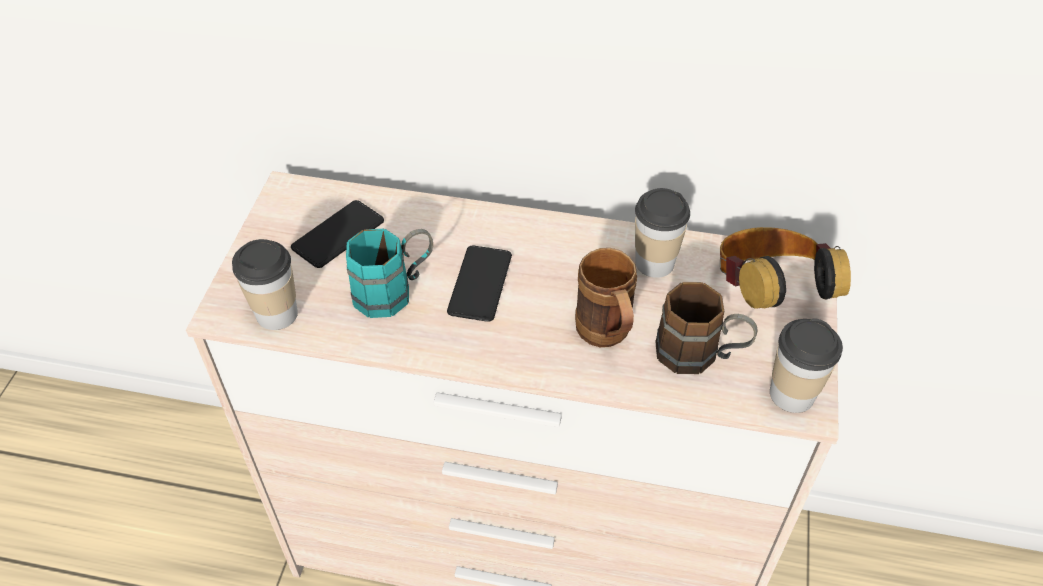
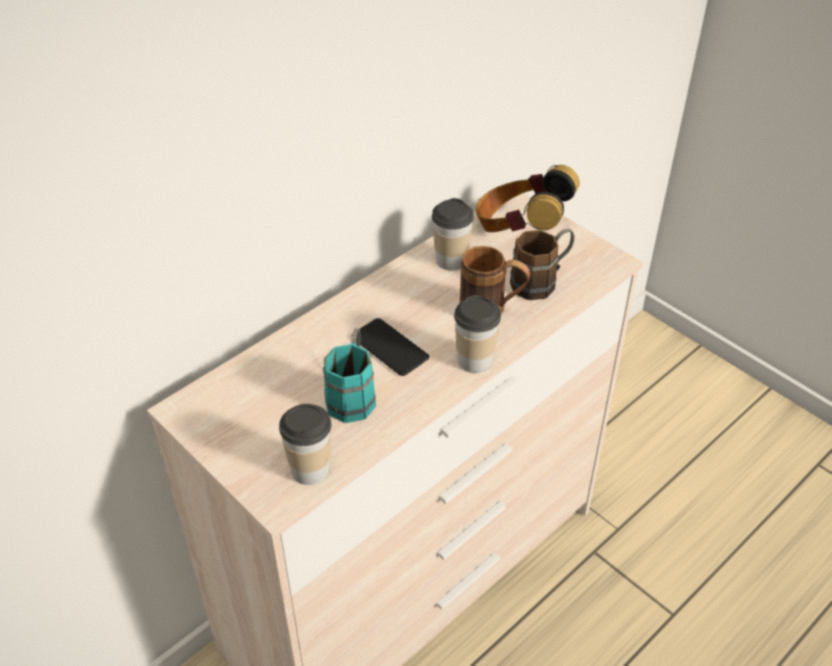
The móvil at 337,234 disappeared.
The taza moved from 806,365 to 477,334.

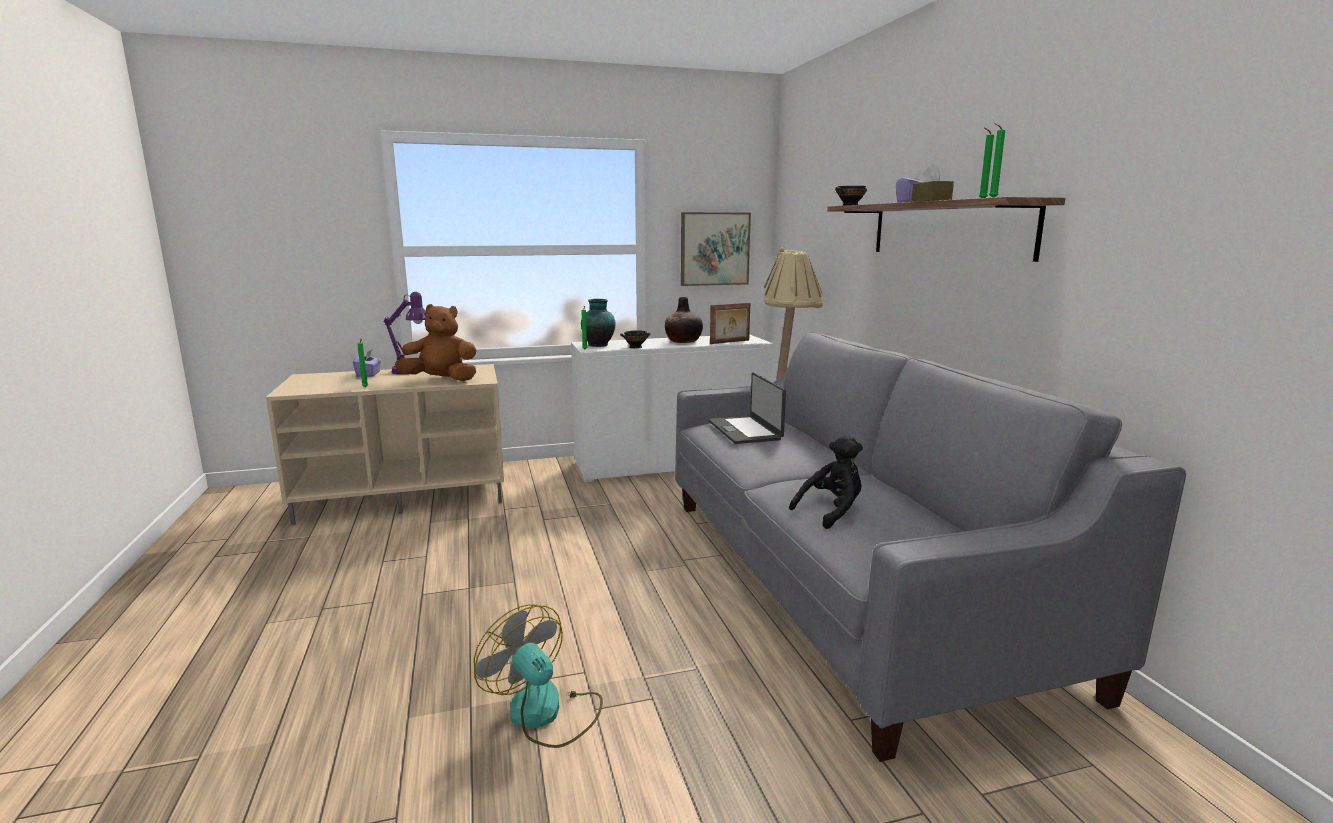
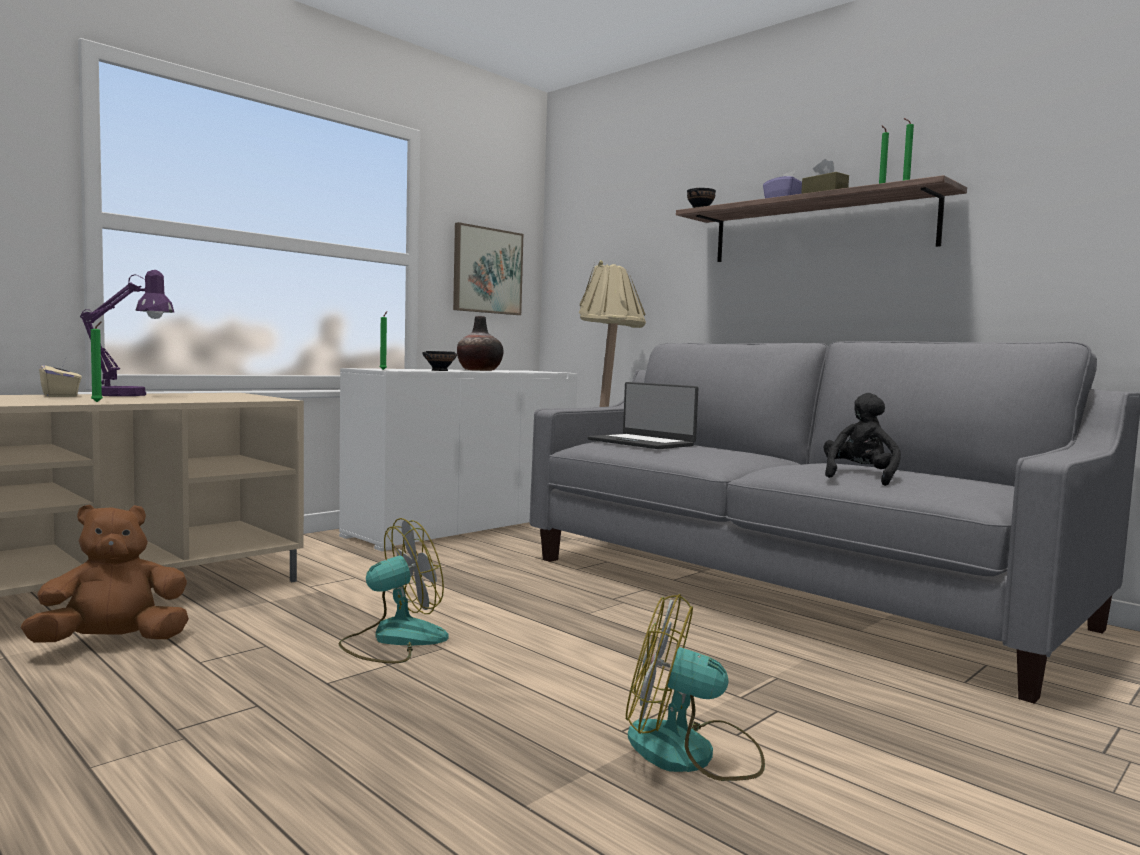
The florero at 598,323 disappeared.
The portarretratos at 730,323 disappeared.
The peluche [marrón] moved from 436,342 to 105,574.
The caja de pañuelos [morado] at 367,363 became the caja de pañuelos [beis] at 60,377.
The ventilador at 393,590 appeared.

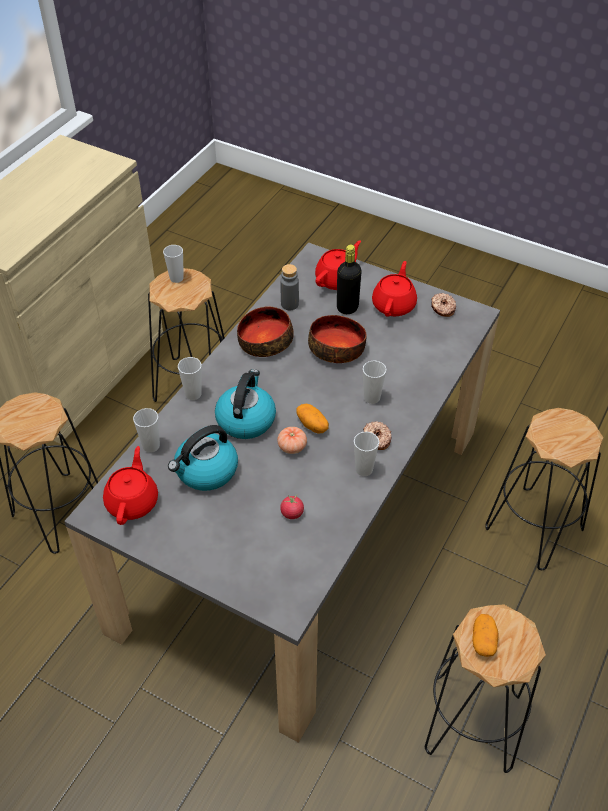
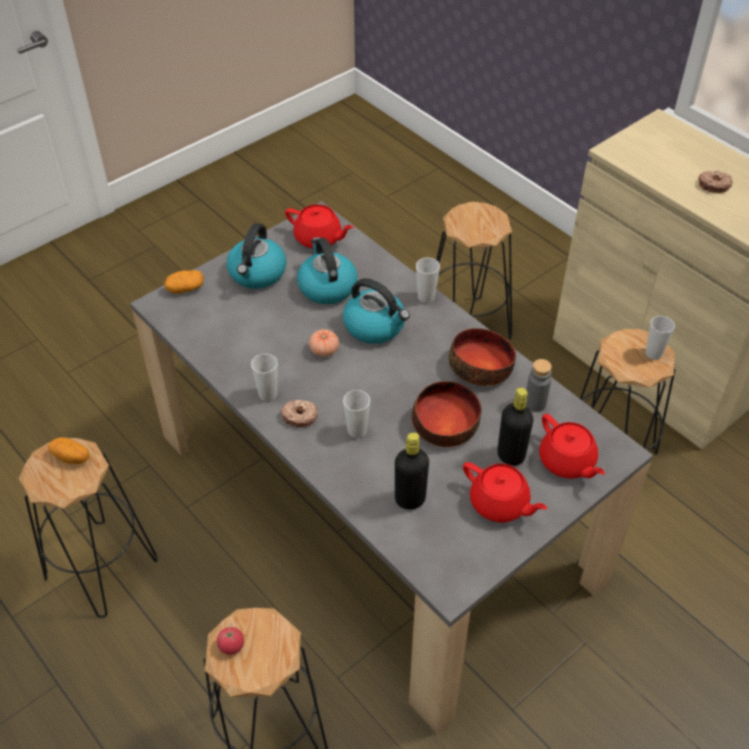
The rosquilla moved from 443,305 to 715,181.
The patata moved from 313,419 to 184,282.
The taza at 146,430 disappeared.
The tomate moved from 292,507 to 230,639.
The hervidor at 256,256 appeared.
The botella [negro] at 412,471 appeared.

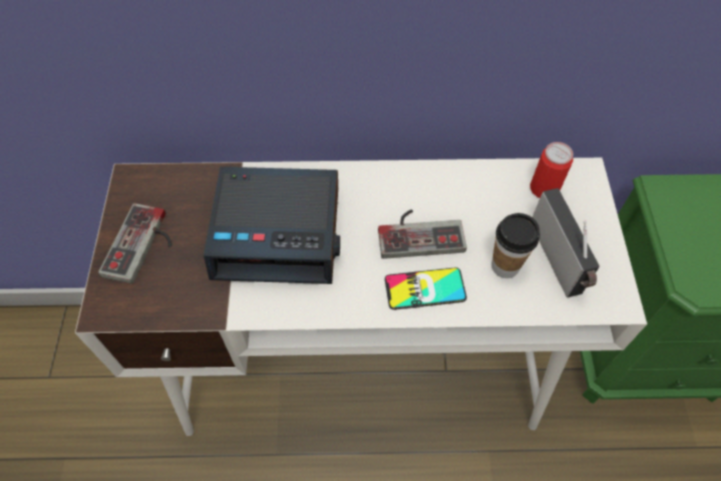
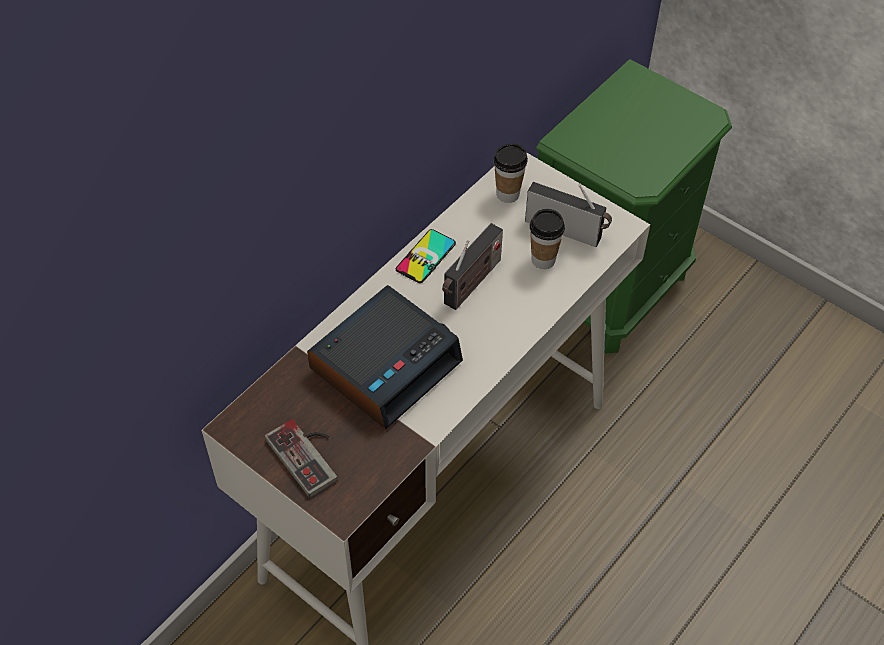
The lata at 551,170 was replaced by the taza at 511,173.
The mando de consola at 422,234 was replaced by the radio at 472,266.
The móvil moved from 426,288 to 426,256.

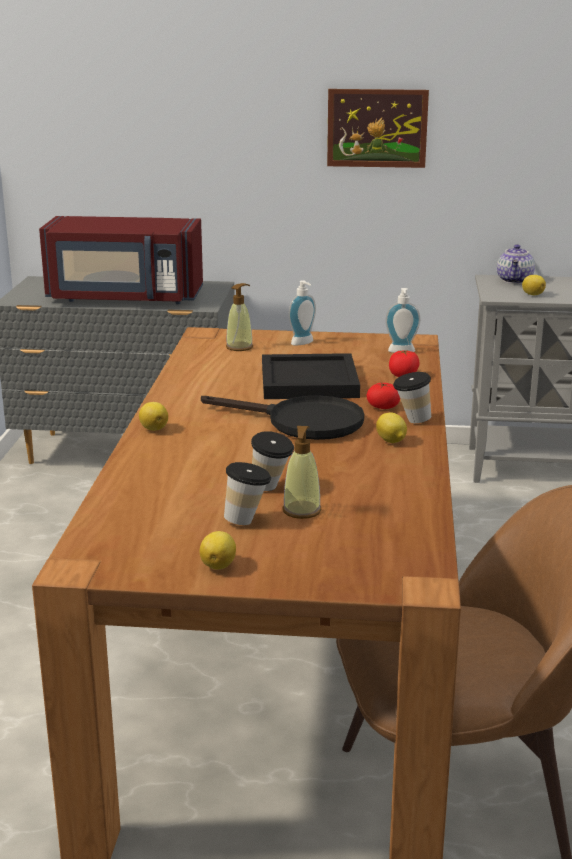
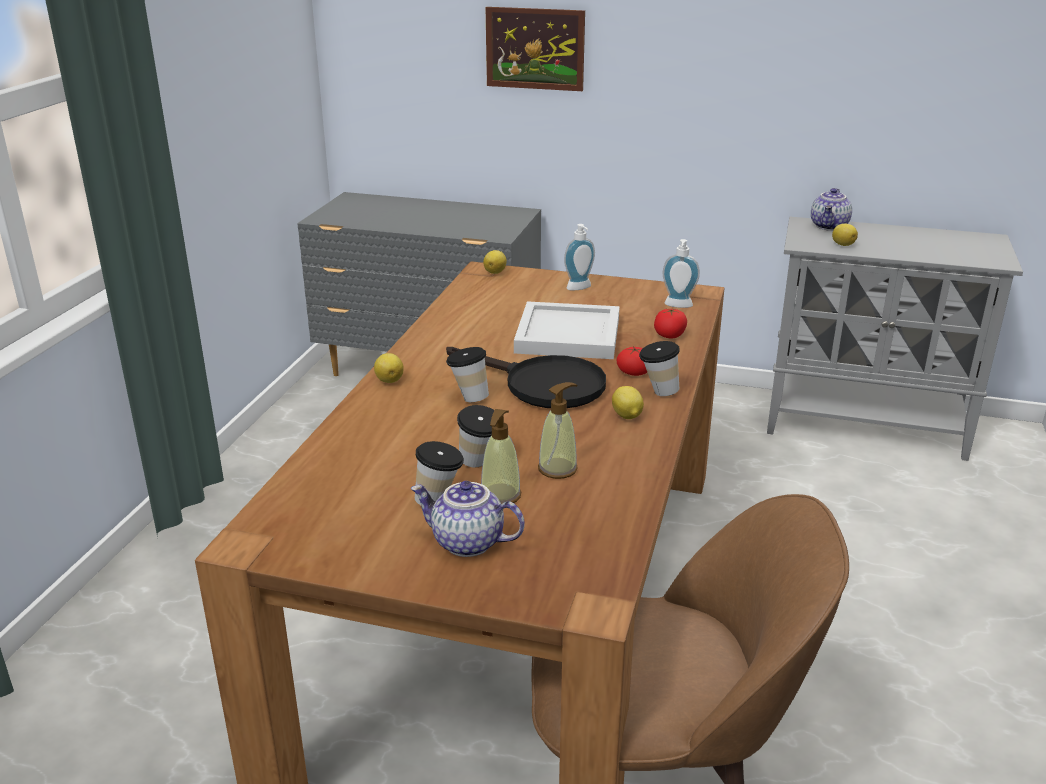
The cuadro moved from 378,128 to 535,49.
The microondas [rojo] at 121,260 disappeared.
The dispensador de jabón moved from 239,317 to 558,430.
The bandeja [negro] at 311,376 became the bandeja [blanco] at 567,330.
The limón moved from 217,550 to 495,262.
The taza at 467,374 appeared.
The tetera at 468,519 appeared.

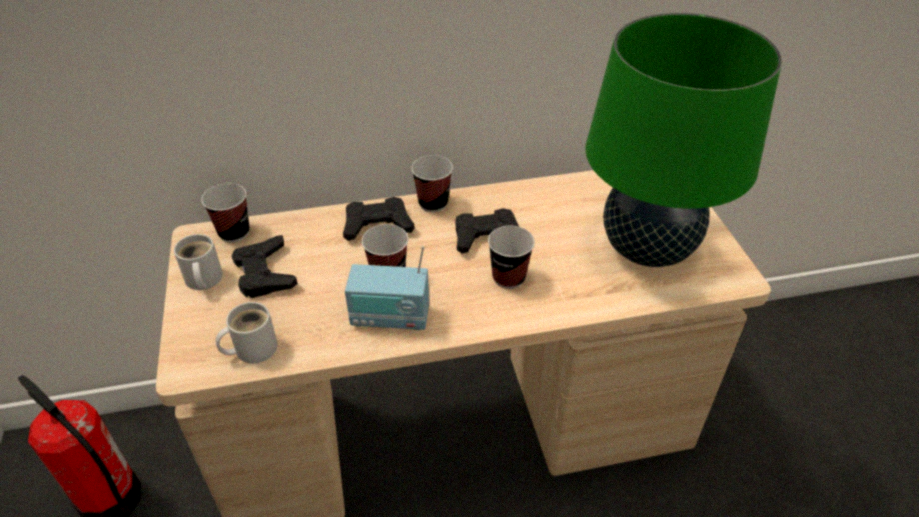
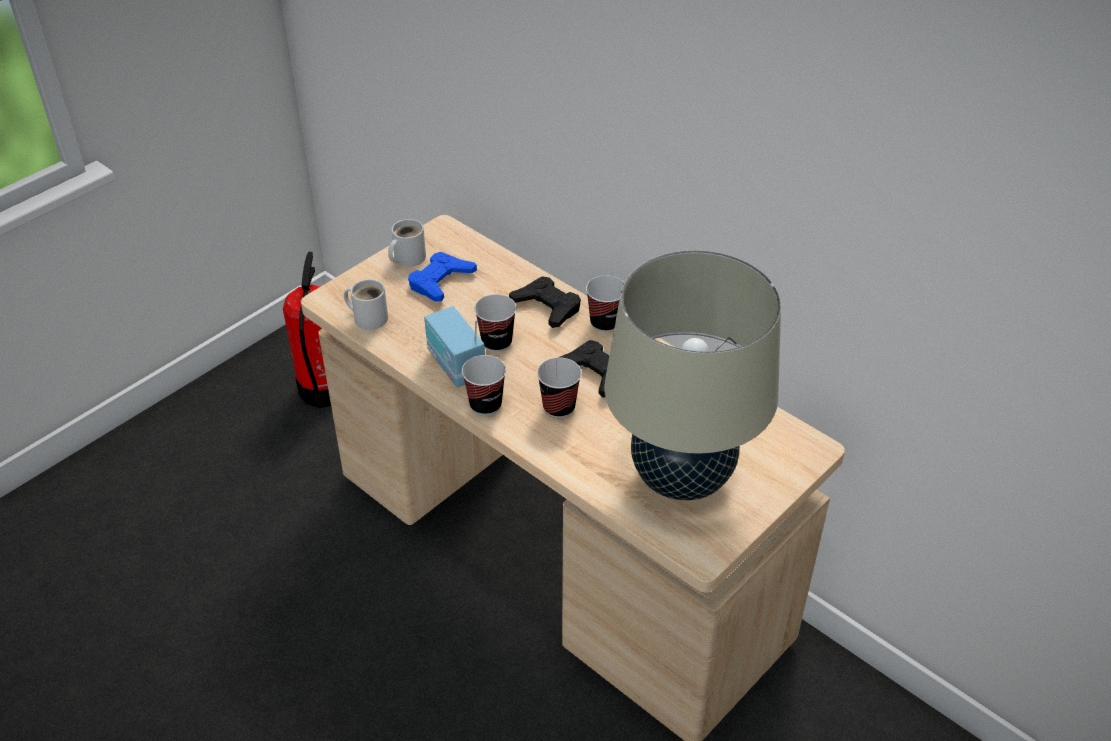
The lámpara de mesa [verde] at 683,140 became the lámpara de mesa [beis] at 692,375.
The taza moved from 225,212 to 484,385.
The mando de consola [negro] at 265,266 became the mando de consola [azul] at 442,277.

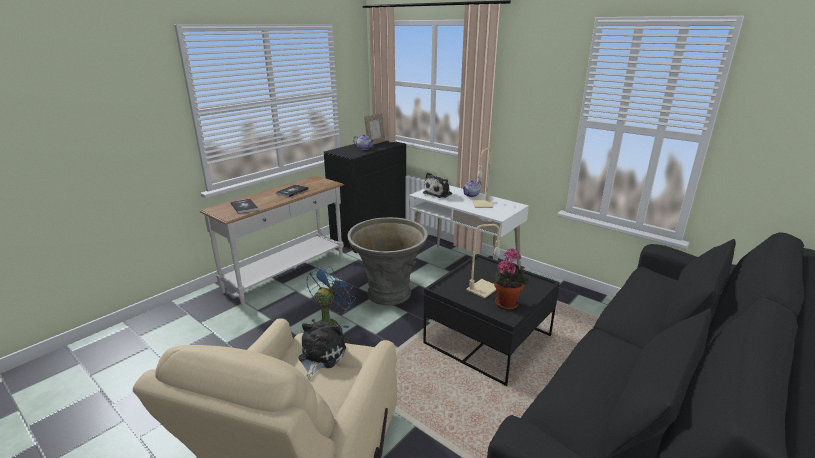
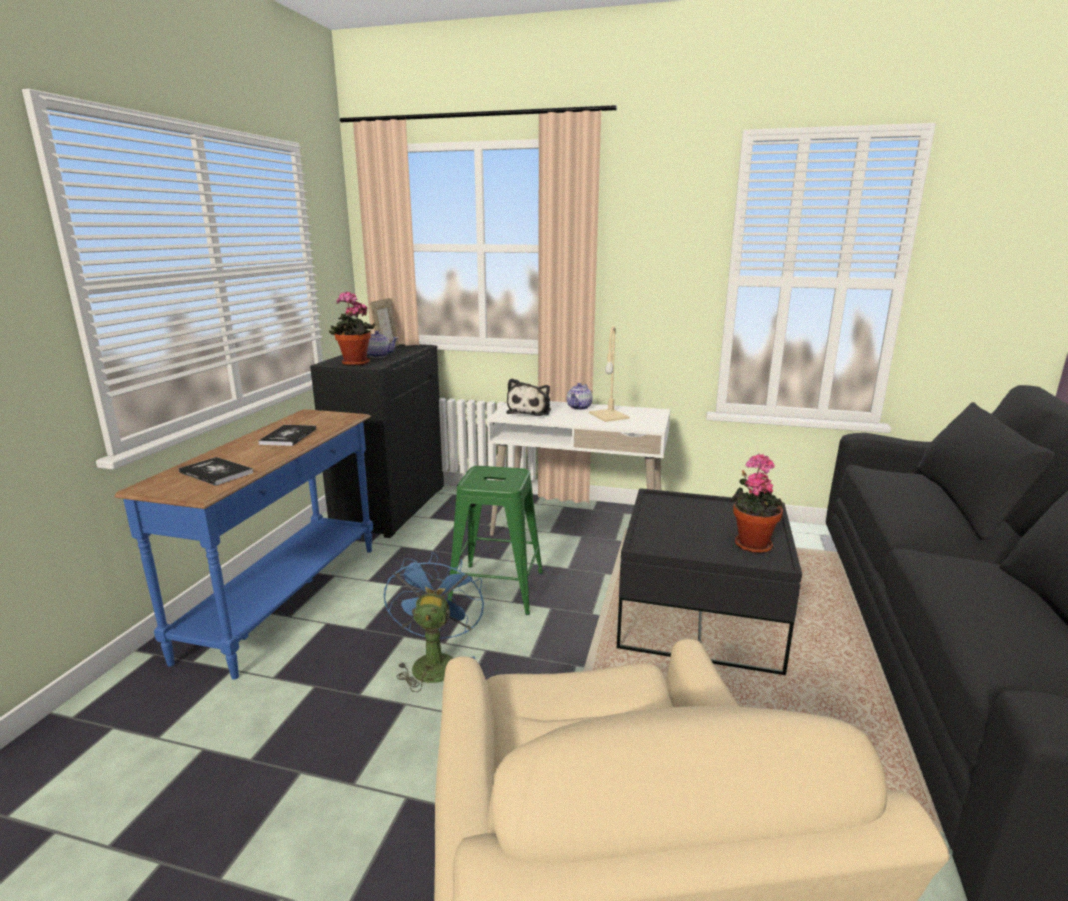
The mesa consola [blanco] at 272,241 became the mesa consola [azul] at 243,544.
The maceta [gris] at 388,261 was replaced by the taburete [verde] at 495,540.
The lámpara de mesa [beis] at 483,261 disappeared.
The peluche at 322,349 disappeared.
The planta en maceta at 352,328 appeared.

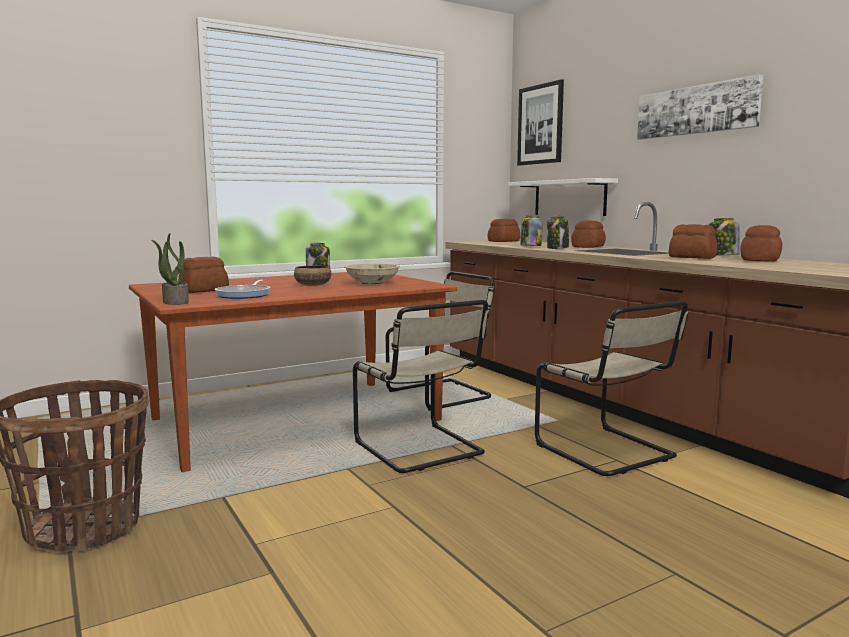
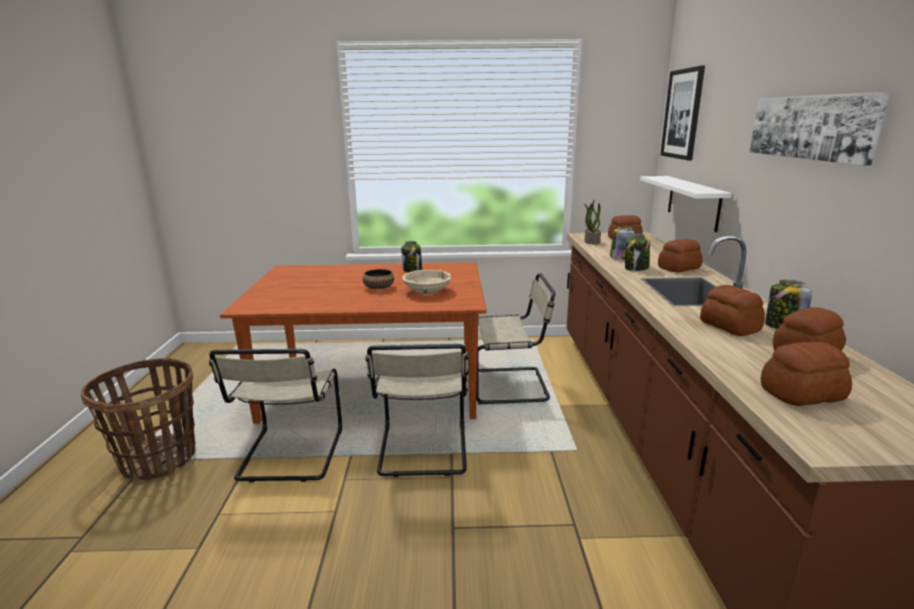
The planta en maceta moved from 170,269 to 592,222.
The pan moved from 203,274 to 806,374.
The sartén at 242,289 disappeared.
The silla [beis] moved from 611,388 to 275,415.

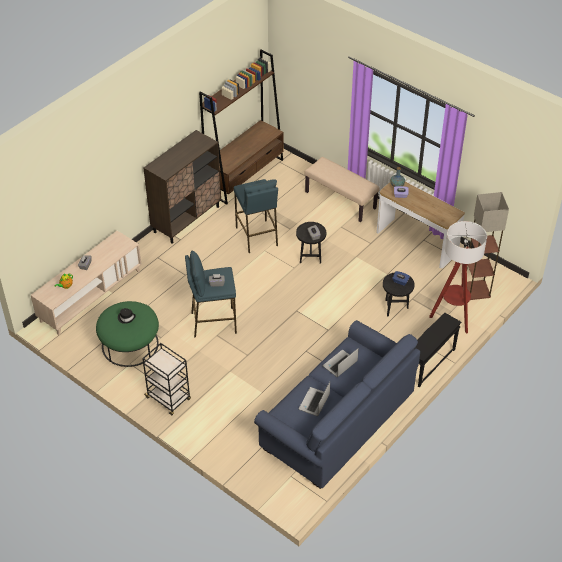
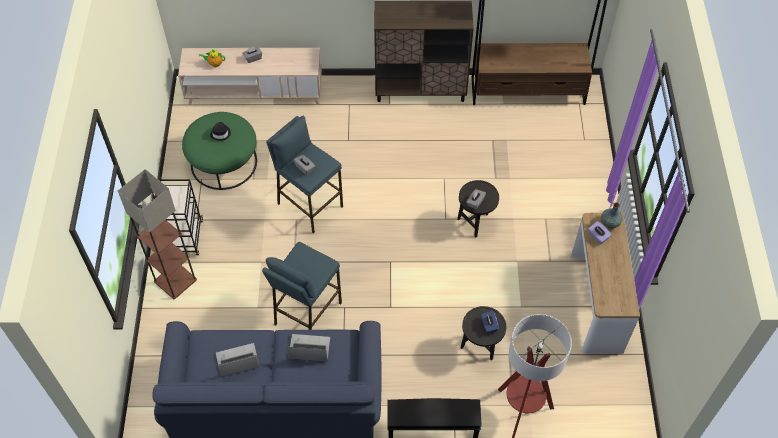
The banco [beis] at 341,189 disappeared.
The taburete [azul] moved from 256,216 to 302,286.
The lámpara de pie moved from 488,246 to 157,234.

